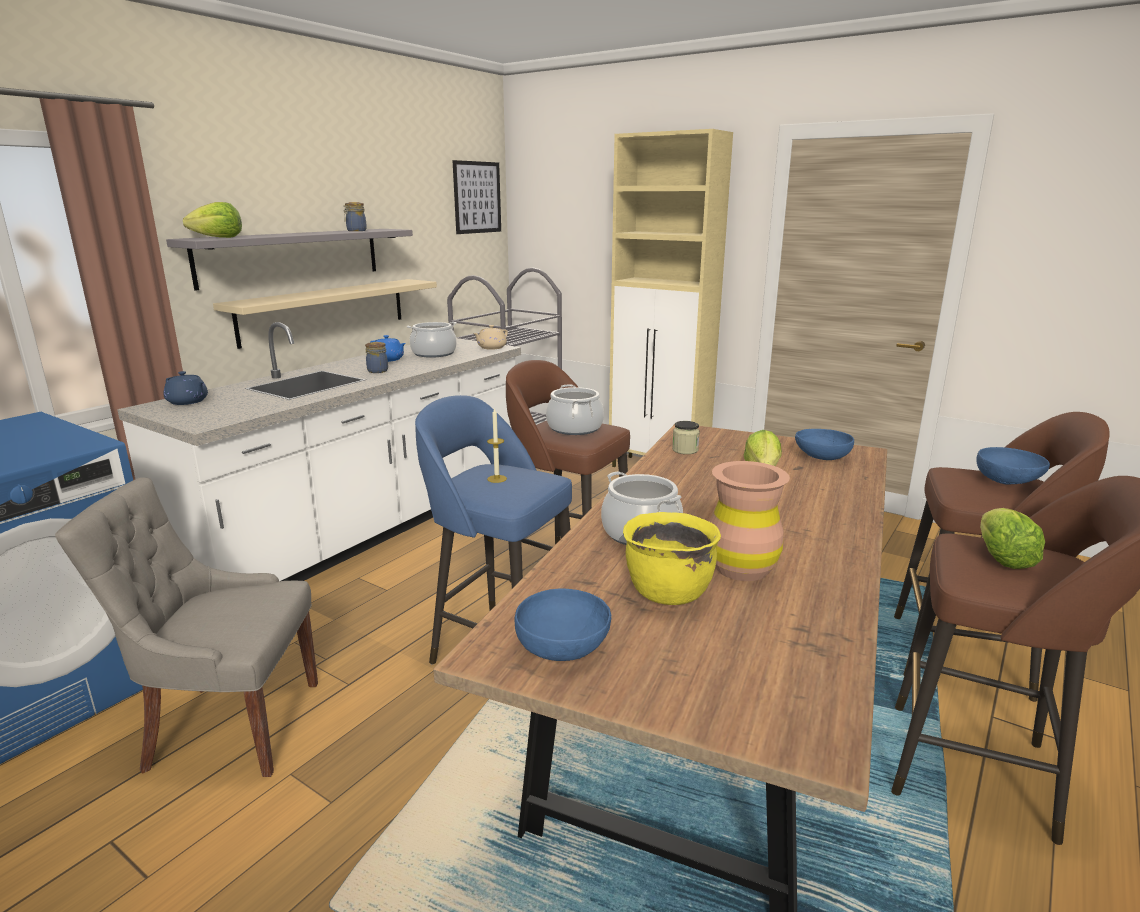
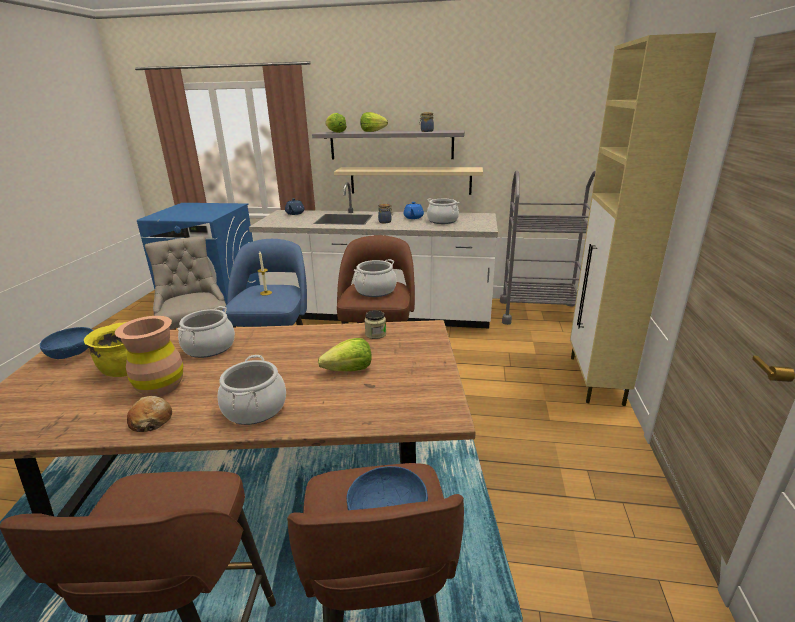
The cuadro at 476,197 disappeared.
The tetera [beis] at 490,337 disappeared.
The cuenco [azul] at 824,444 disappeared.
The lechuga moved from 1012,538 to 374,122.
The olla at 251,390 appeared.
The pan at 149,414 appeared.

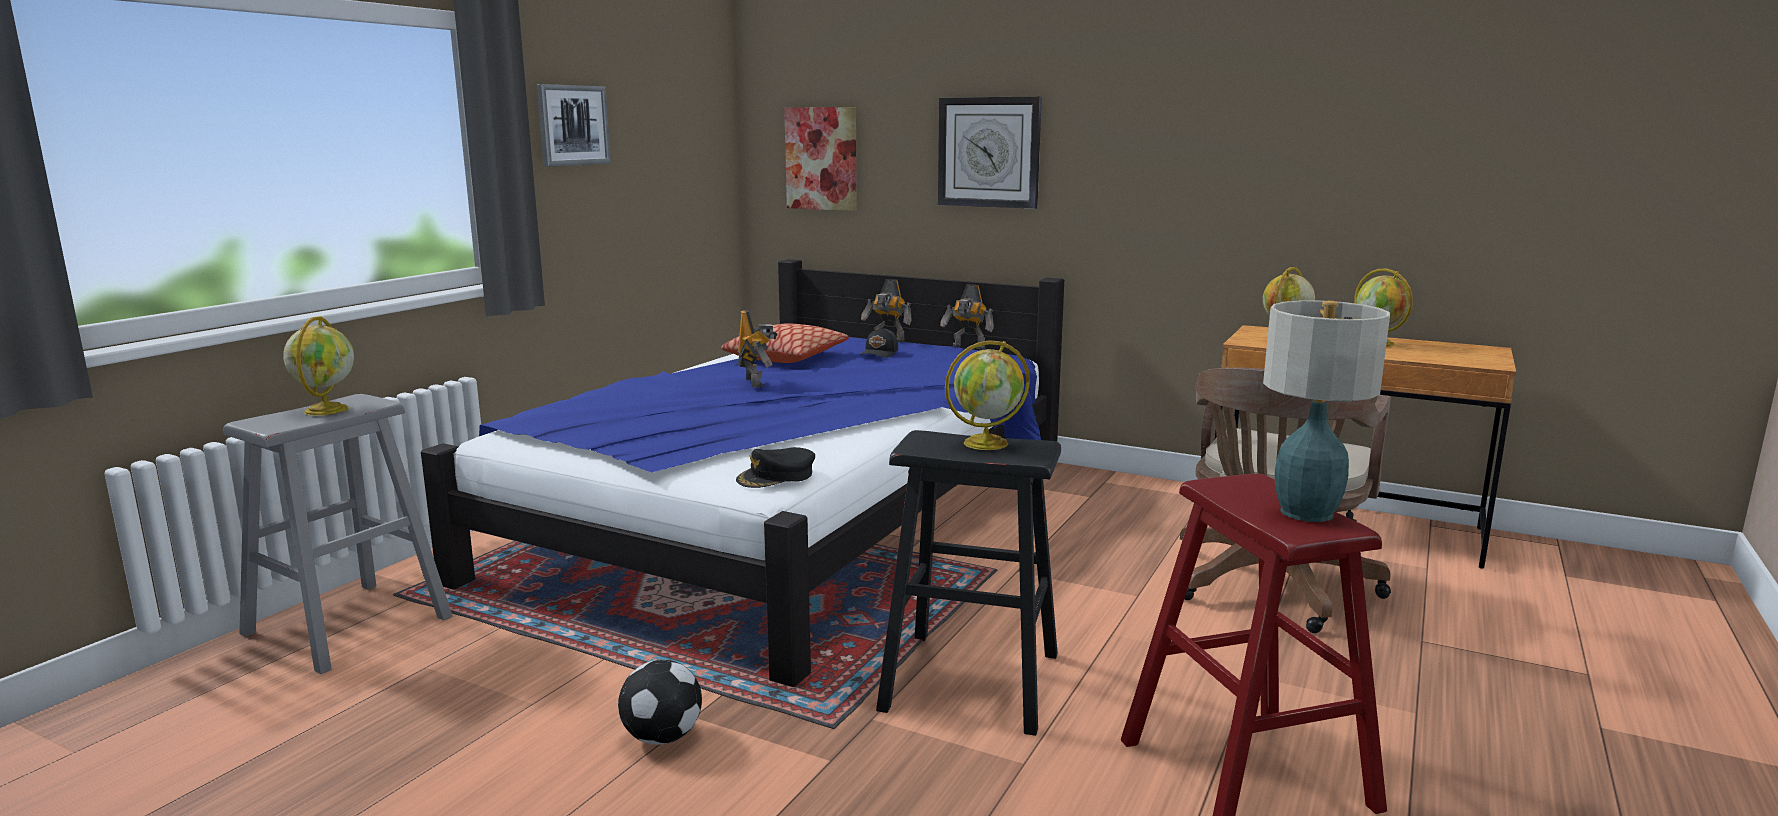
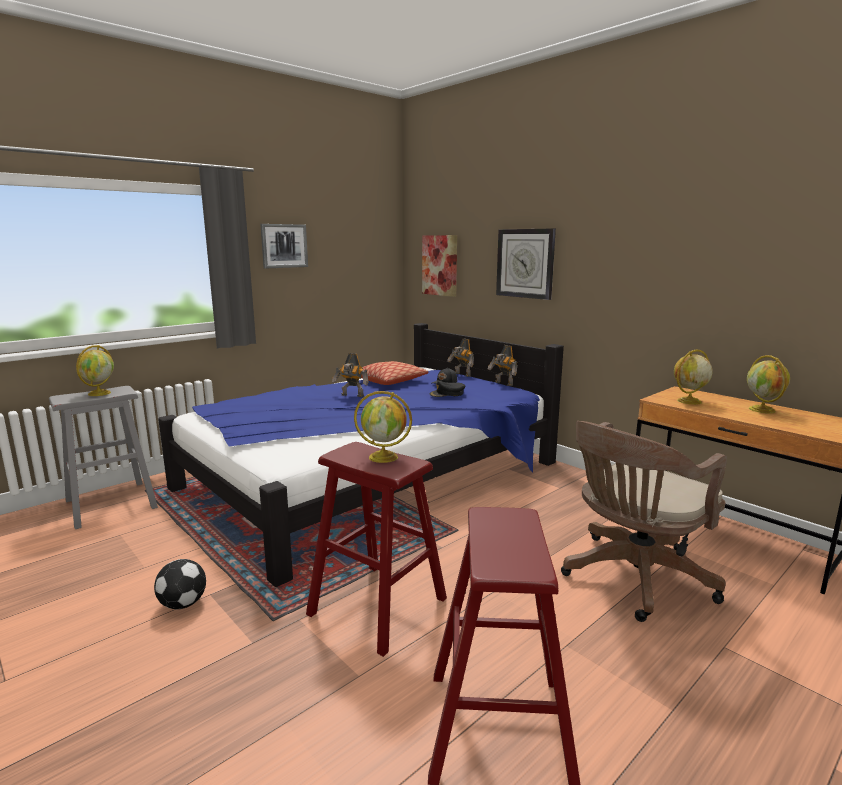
The lámpara de mesa at 1326,411 disappeared.
The robot de juguete at 757,349 turned 105 degrees clockwise.
The taburete [negro] at 968,583 became the taburete [rojo] at 376,549.
The gorra [negro] moved from 775,467 to 447,389.

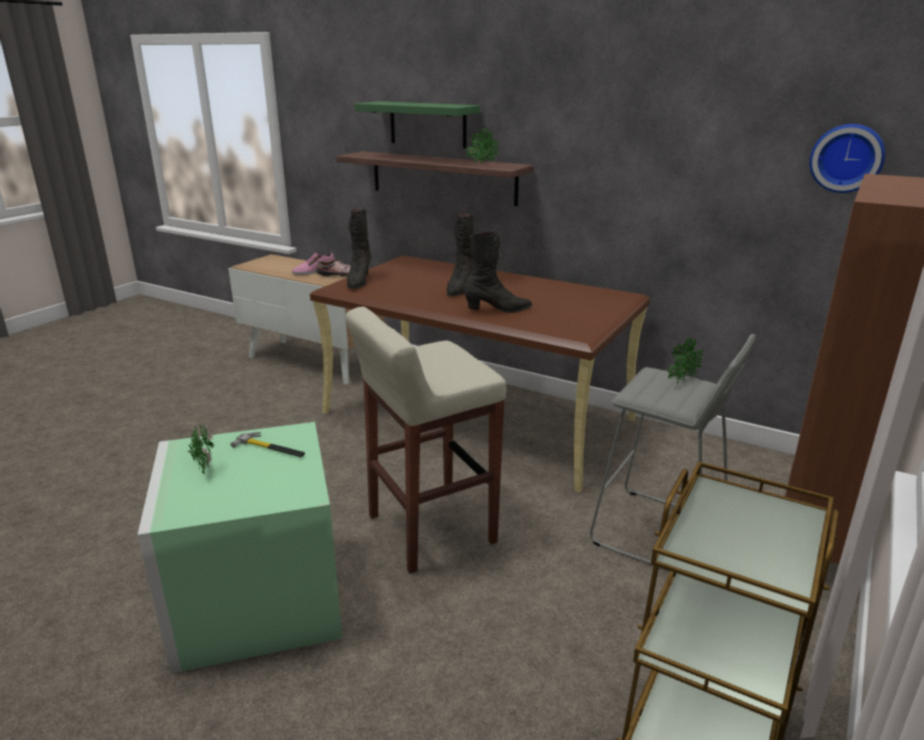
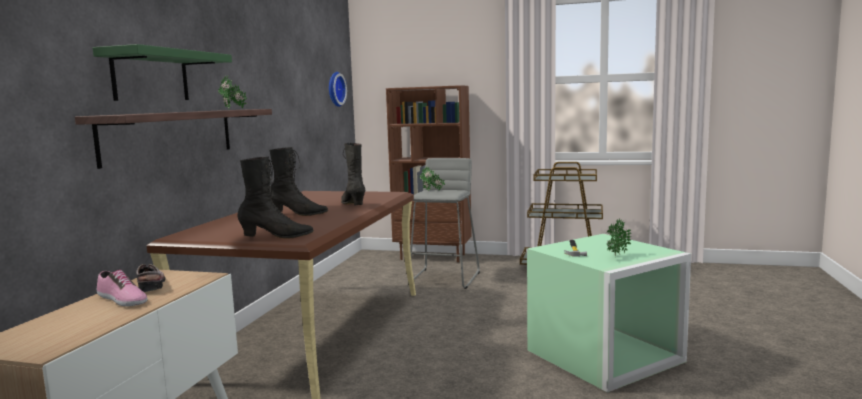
The taburete [beis] at 426,440 disappeared.

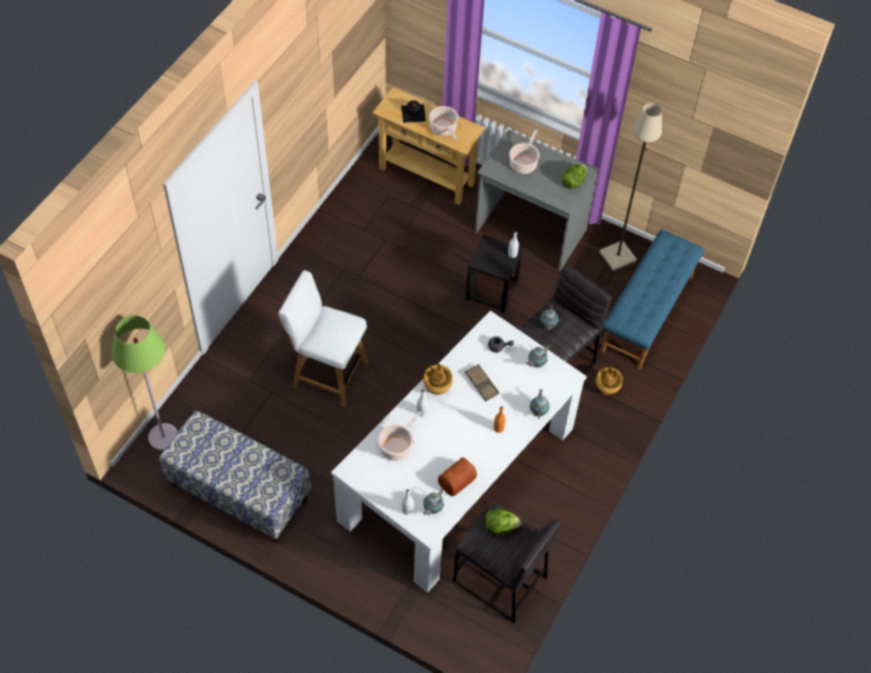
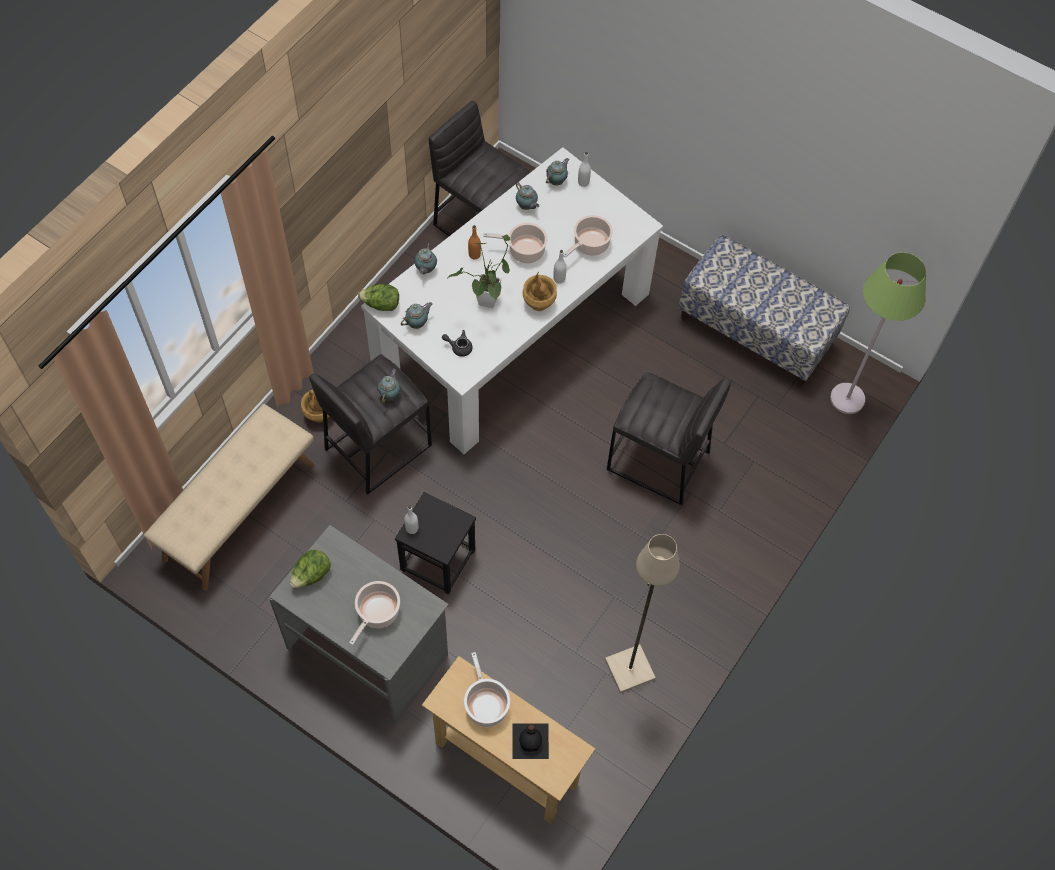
The lámpara de pie [beis] moved from 631,187 to 642,613.
The banco [azul] at 653,299 became the banco [beis] at 229,497.
The silla [blanco] at 323,338 was replaced by the taburete [gris] at 669,438.
The bandeja [marrón] at 482,382 was replaced by the planta en maceta at 479,271.
The pan at 457,476 was replaced by the tetera at 527,196.
The lechuga moved from 503,521 to 378,297.
The olla at 515,243 appeared.

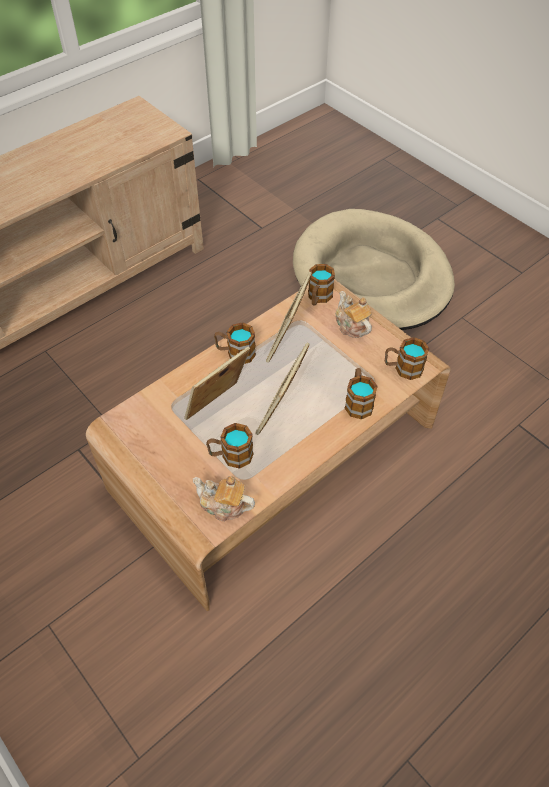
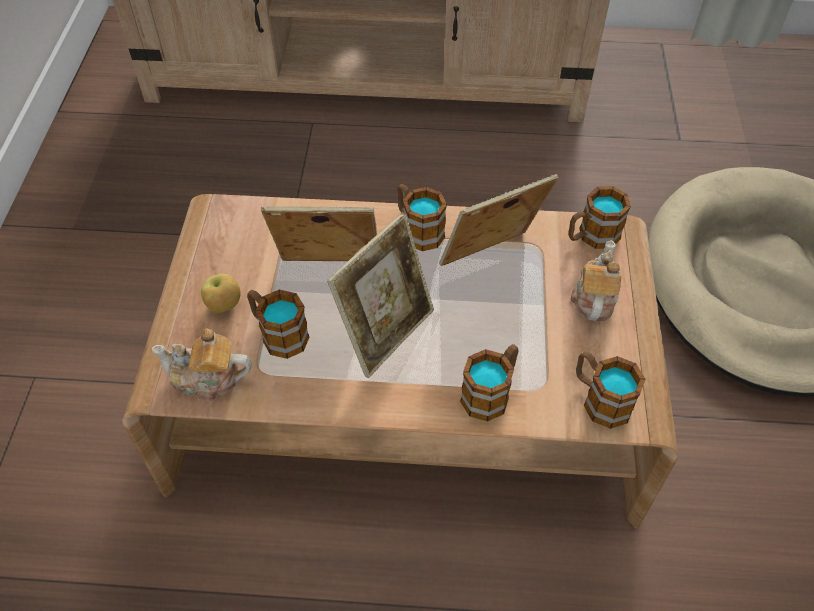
The portarretratos at 282,388 turned 150 degrees clockwise.
The tetera at 224,499 turned 60 degrees counterclockwise.
The manzana at 221,293 appeared.

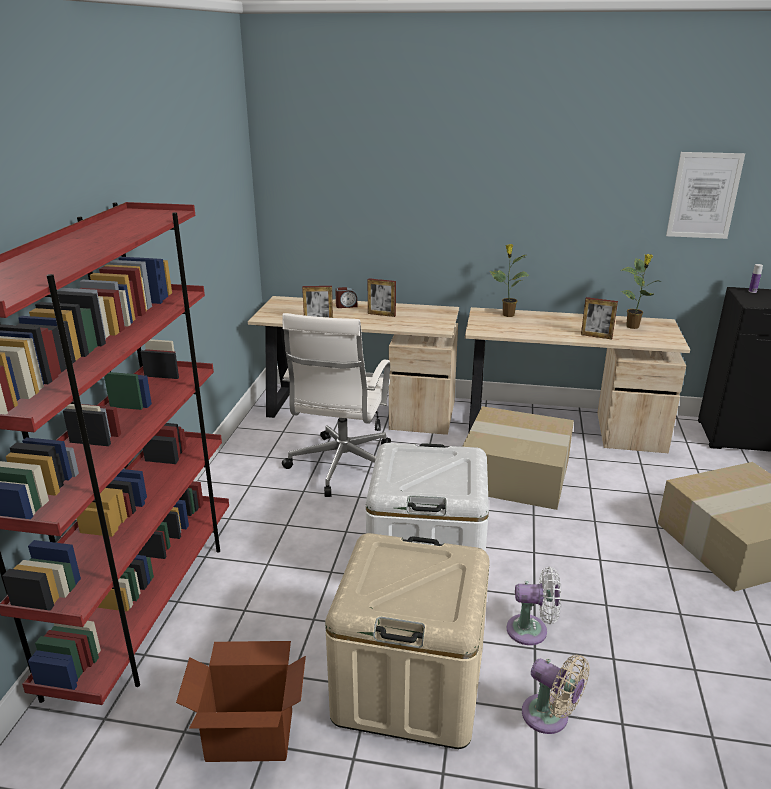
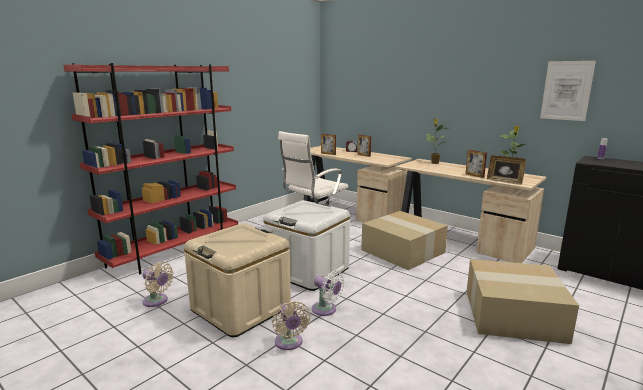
The caja de cartón at 241,701 was replaced by the ventilador [beis] at 158,284.
The portarretratos at 506,170 appeared.

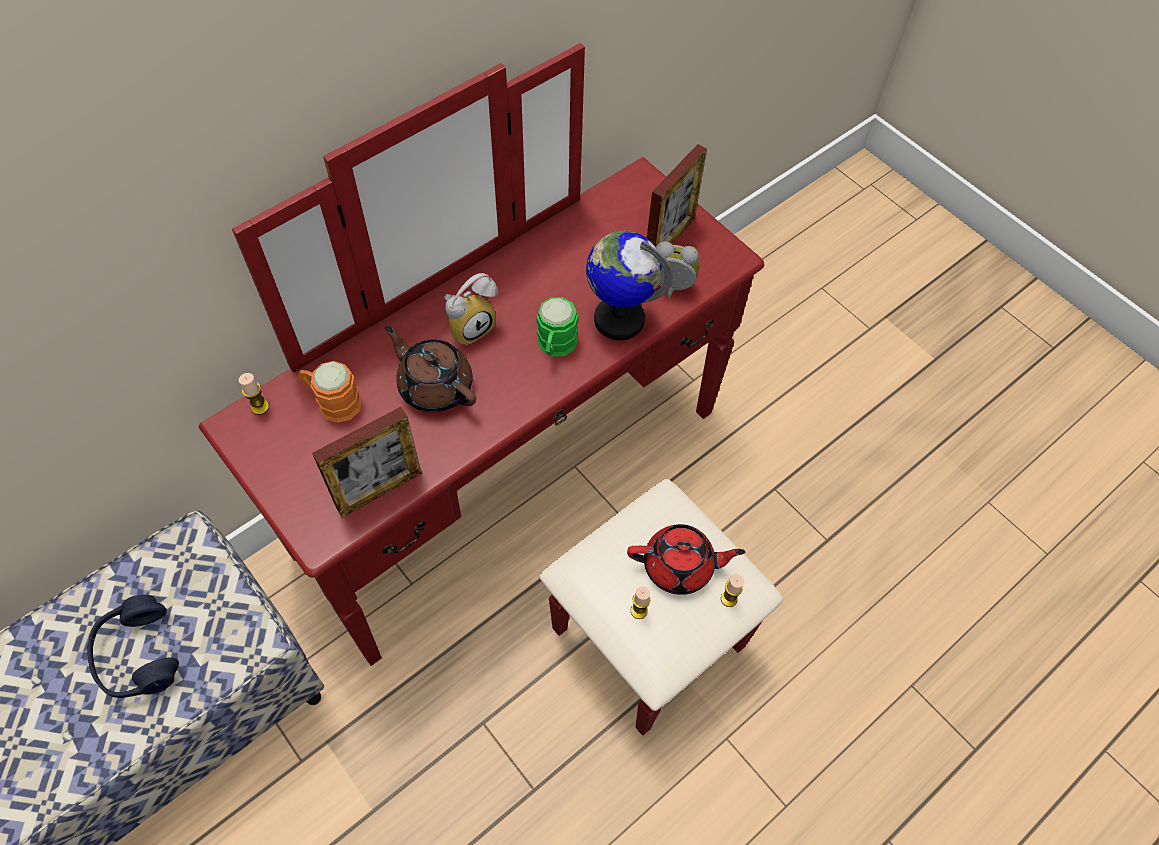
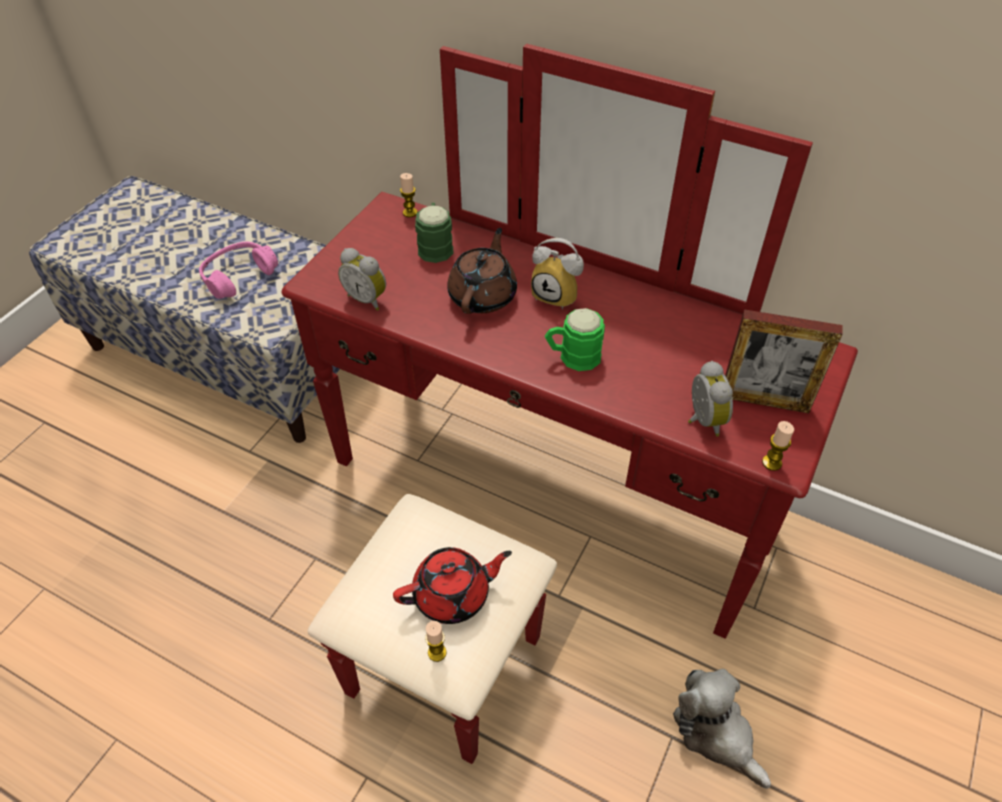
The globo terráqueo at 629,285 disappeared.
The taza grande [naranja] at 329,392 became the taza grande [verde] at 434,233.
The portarretratos at 367,462 was replaced by the despertador at 362,279.
The tetera [rojo] at 686,559 turned 90 degrees counterclockwise.
The vela moved from 640,603 to 778,446.
The auriculares [azul] at 133,646 became the auriculares [rosa] at 238,270.
The peluche at 722,729 appeared.

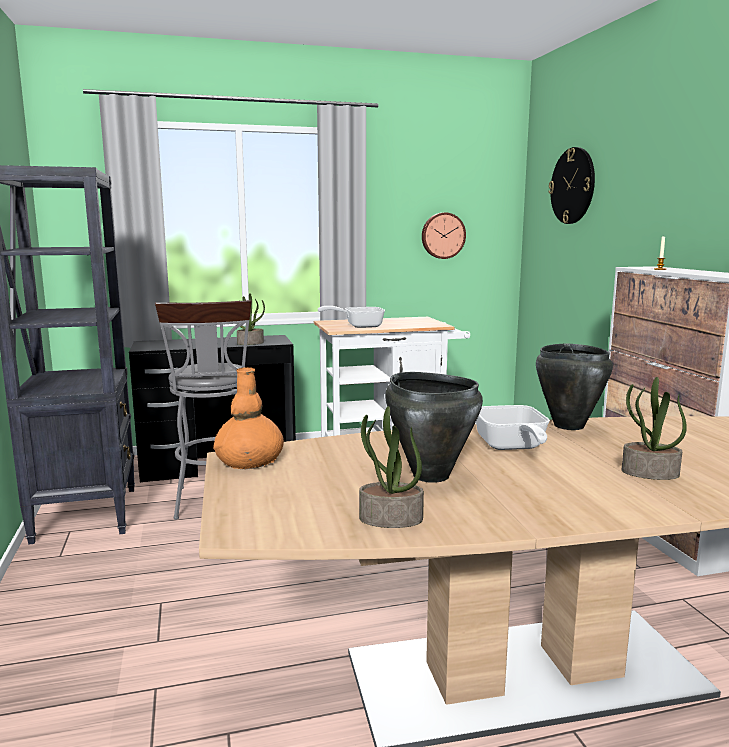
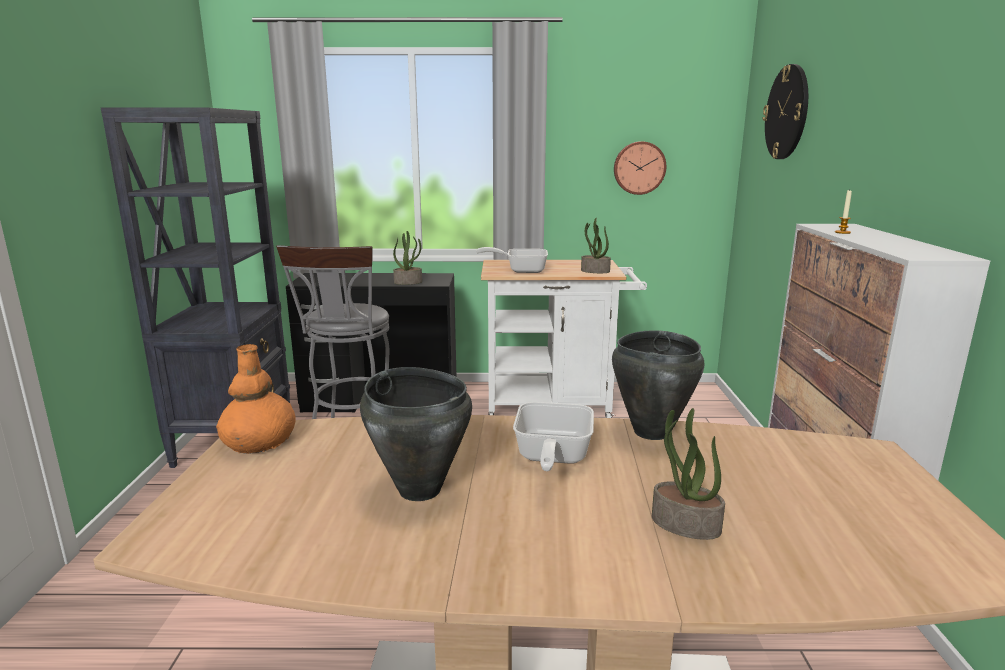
The planta en maceta moved from 391,467 to 596,245.

